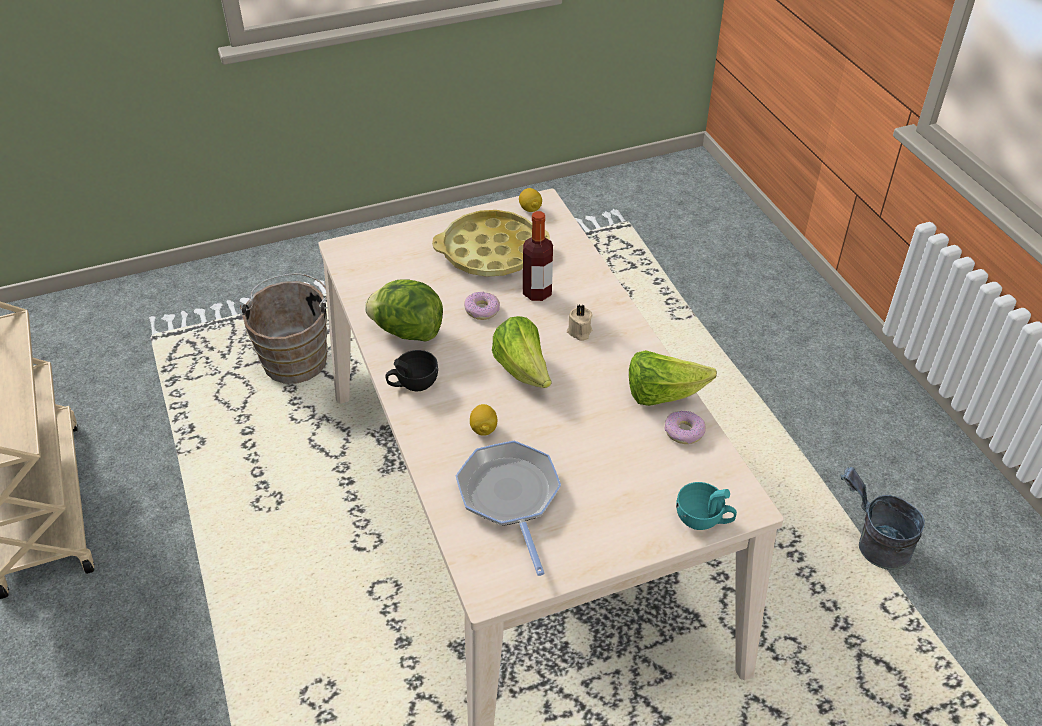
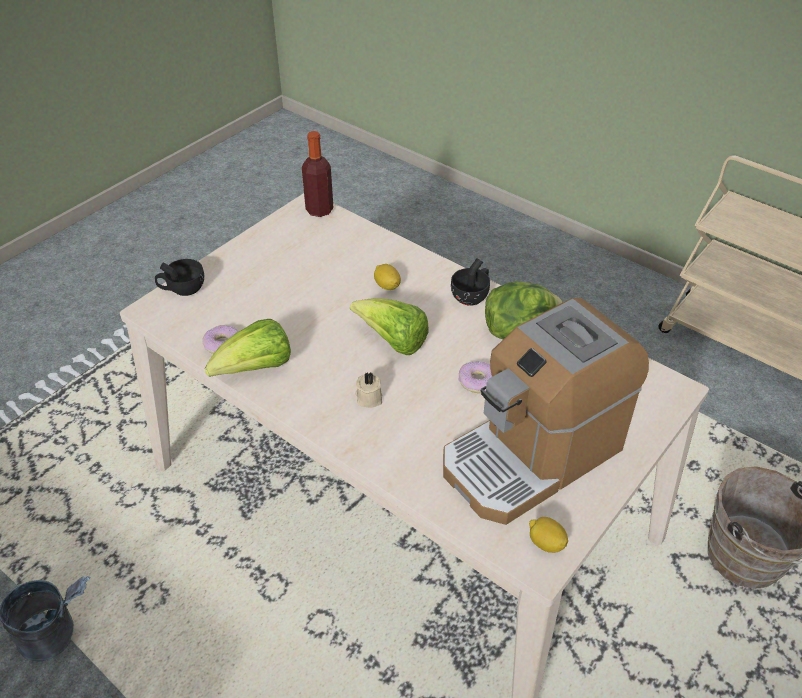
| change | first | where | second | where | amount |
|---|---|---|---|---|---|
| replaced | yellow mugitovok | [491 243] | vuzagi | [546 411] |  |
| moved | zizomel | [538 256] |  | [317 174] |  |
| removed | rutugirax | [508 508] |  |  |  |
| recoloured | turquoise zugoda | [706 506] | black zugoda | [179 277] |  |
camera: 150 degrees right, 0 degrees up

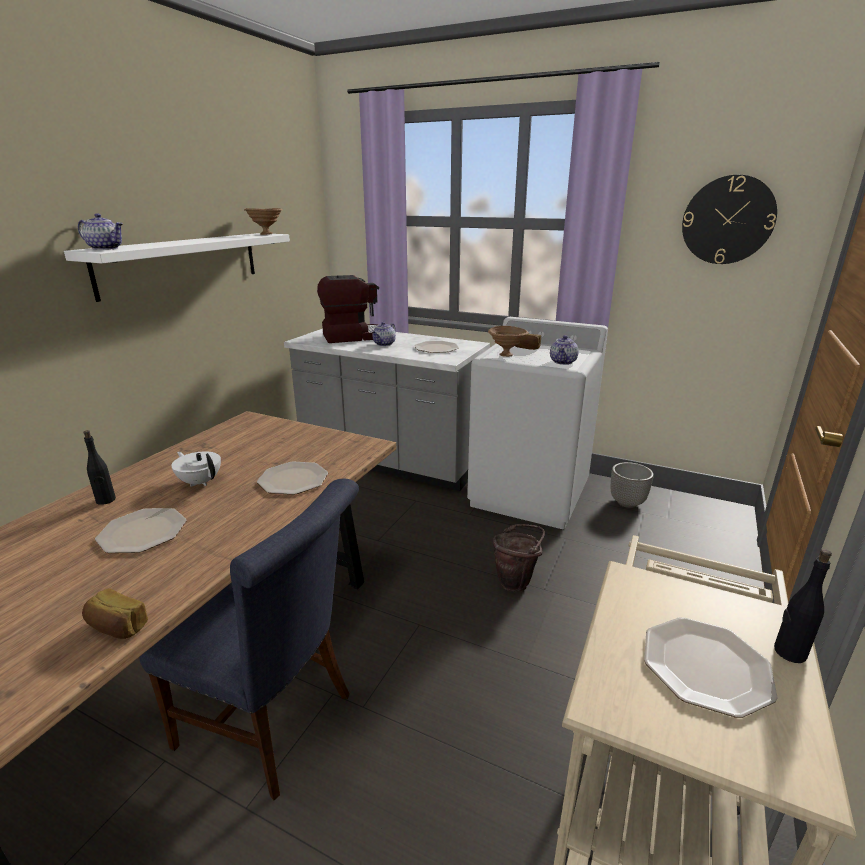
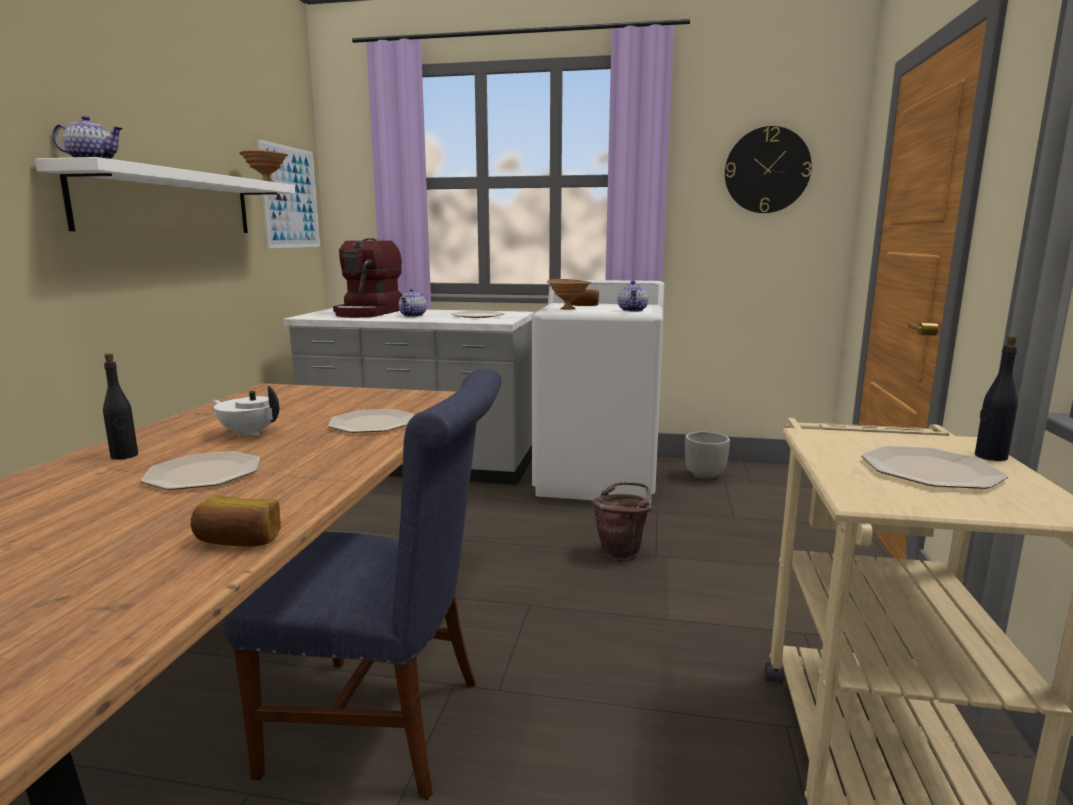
| change | first | where | second | where | amount |
|---|---|---|---|---|---|
| turned | vuzagi | [348 309] |  | [368 278] | 135 degrees clockwise |
| added |  |  | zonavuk | [288 193] |  |
camera: 15 degrees left, 10 degrees down

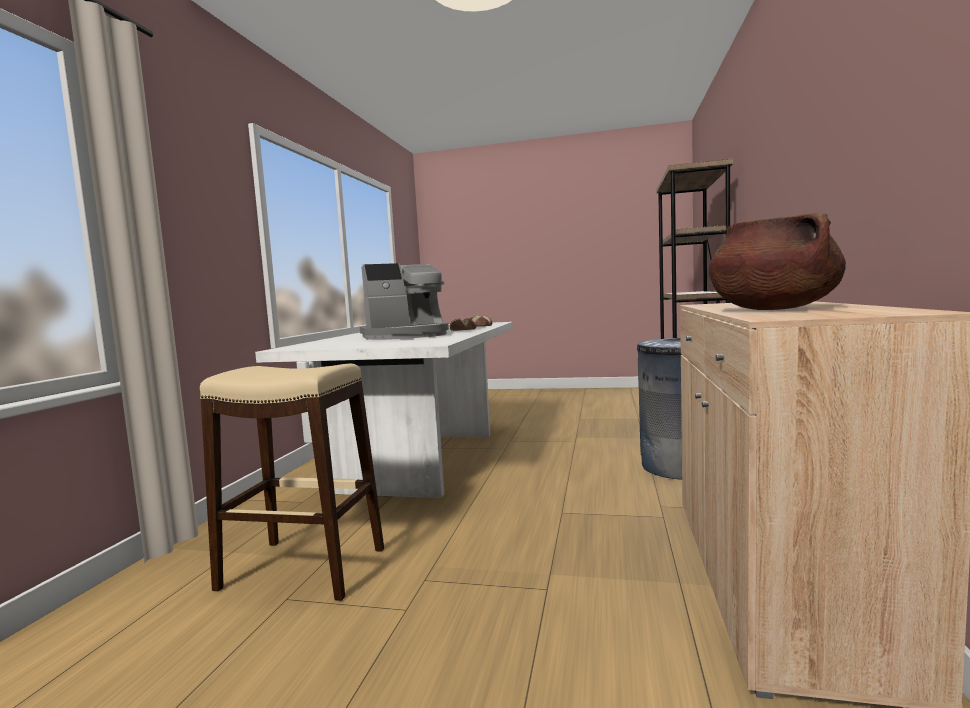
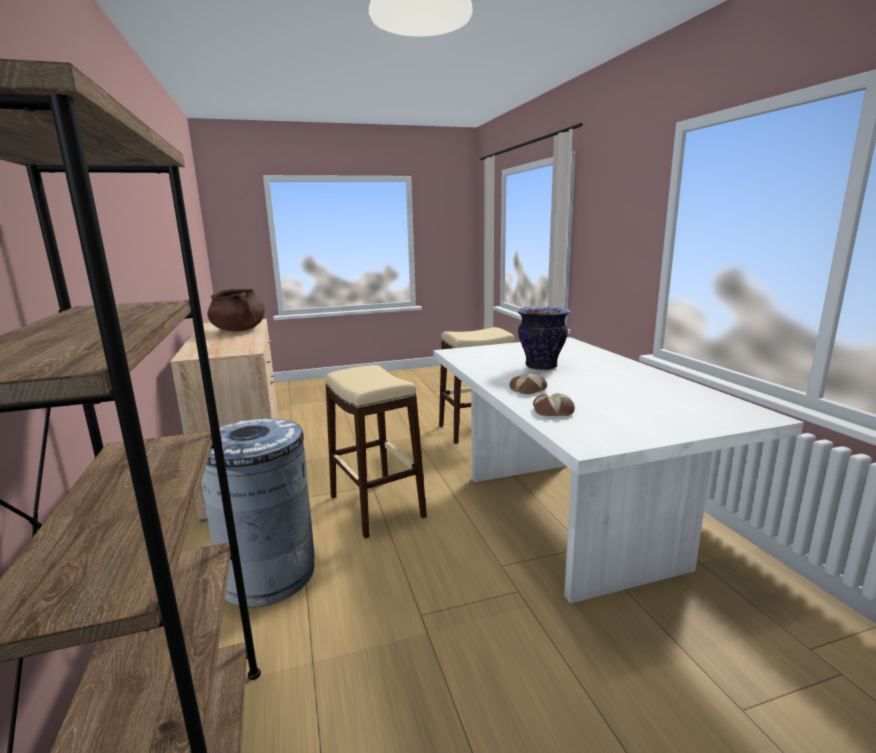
| change | first | where | second | where | amount |
|---|---|---|---|---|---|
| replaced | vuzagi | [404 301] | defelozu | [544 338] |  |
| added |  |  | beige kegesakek | [376 451] |  |
camera: 150 degrees right, 10 degrees up

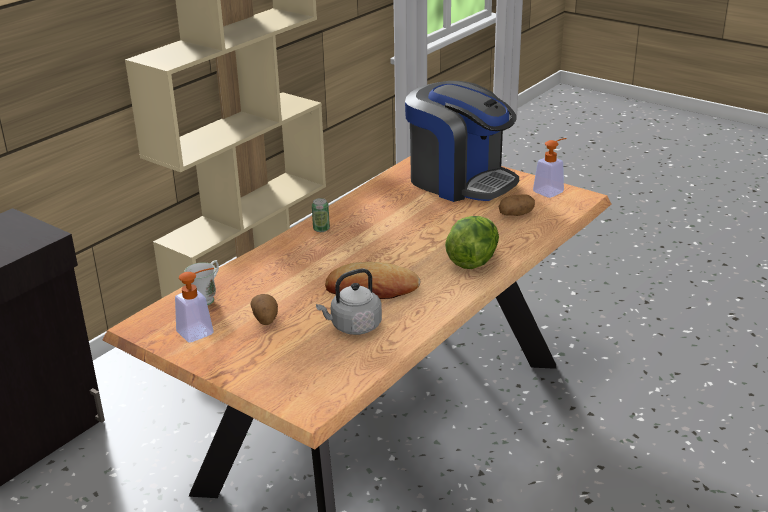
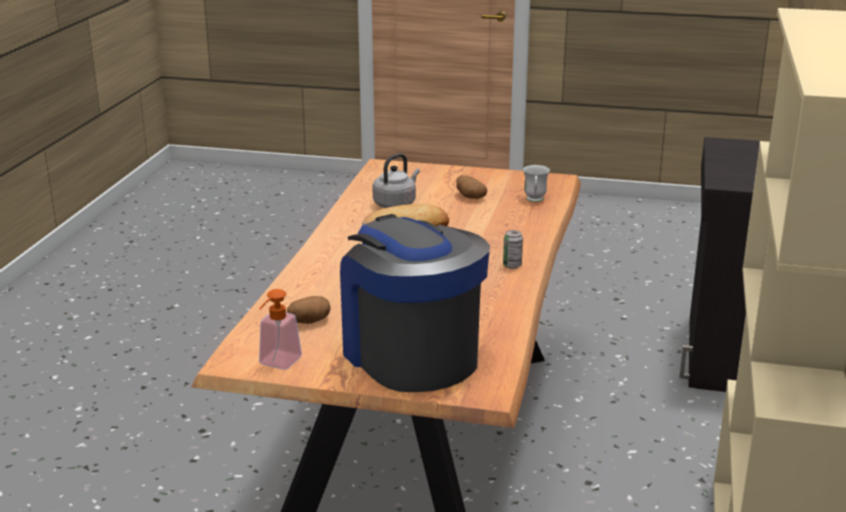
| change | first | where | second | where | amount |
|---|---|---|---|---|---|
| turned | vuzagi | [462 141] |  | [415 303] | 45 degrees clockwise |
| removed | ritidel | [472 242] |  |  |  |
| removed | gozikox | [194 305] |  |  |  |
camera: 155 degrees right, 5 degrees down

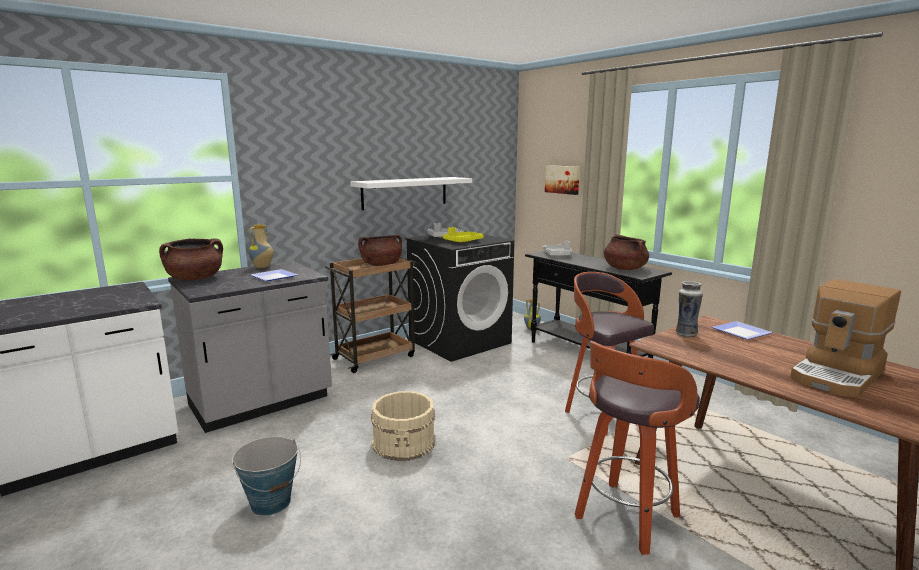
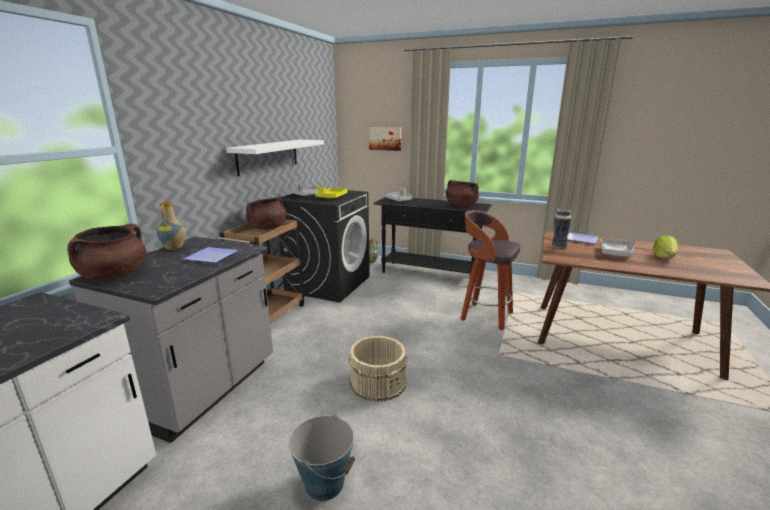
| change | first | where | second | where | amount |
|---|---|---|---|---|---|
| replaced | vuzagi | [845 338] | ritidel | [665 247] |  |
| removed | kegesakek | [637 448] |  |  |  |
| added |  |  | grey mugitovok | [617 247] |  |
camera: 30 degrees left, 5 degrees up

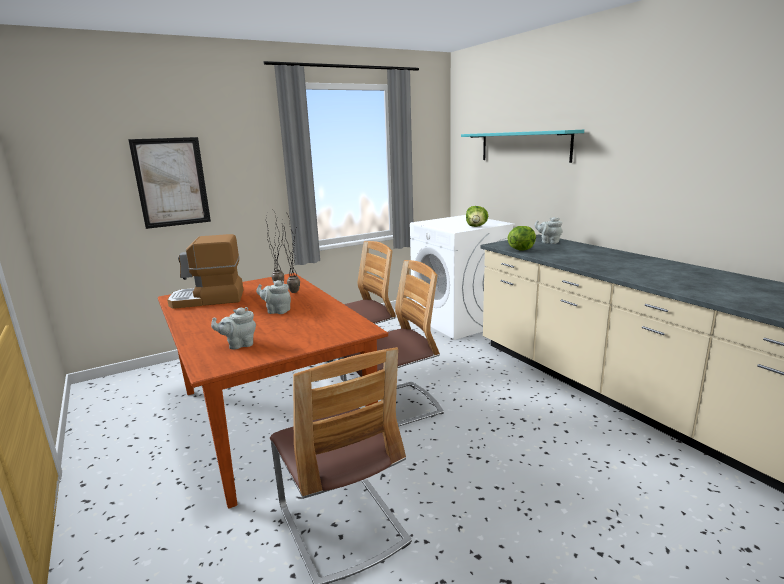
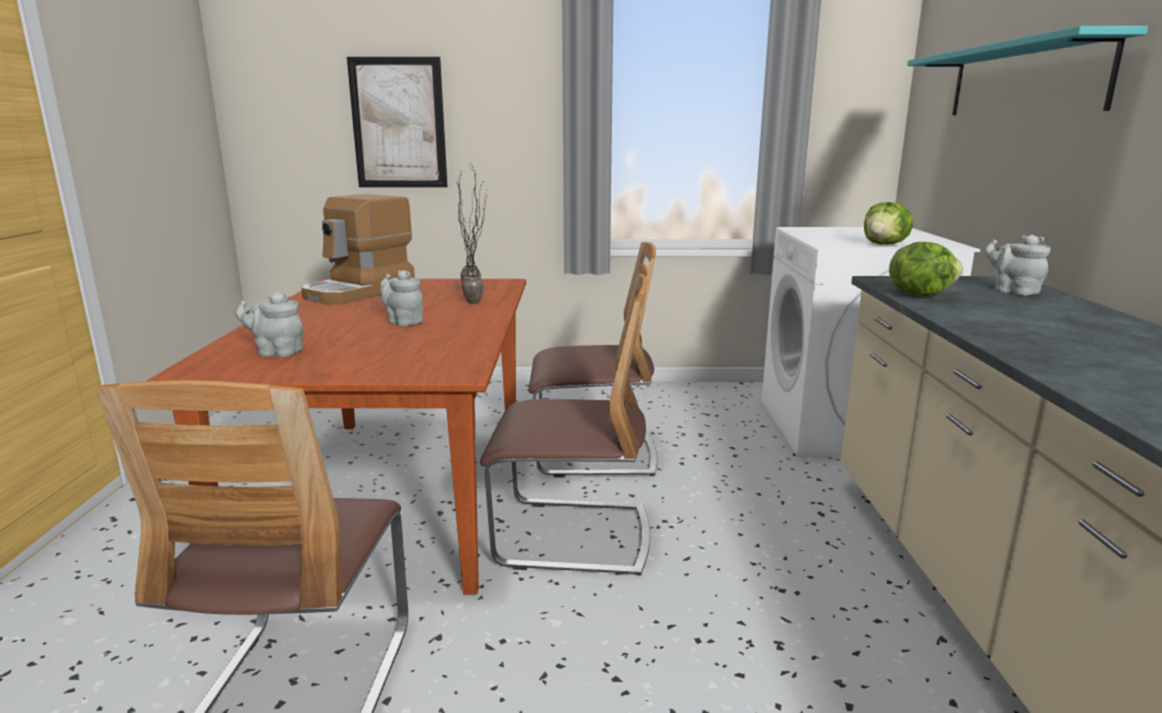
| change | first | where | second | where | amount |
|---|---|---|---|---|---|
| turned | vuzagi | [205 271] |  | [358 249] | 75 degrees counterclockwise |
camera: 30 degrees right, 0 degrees up

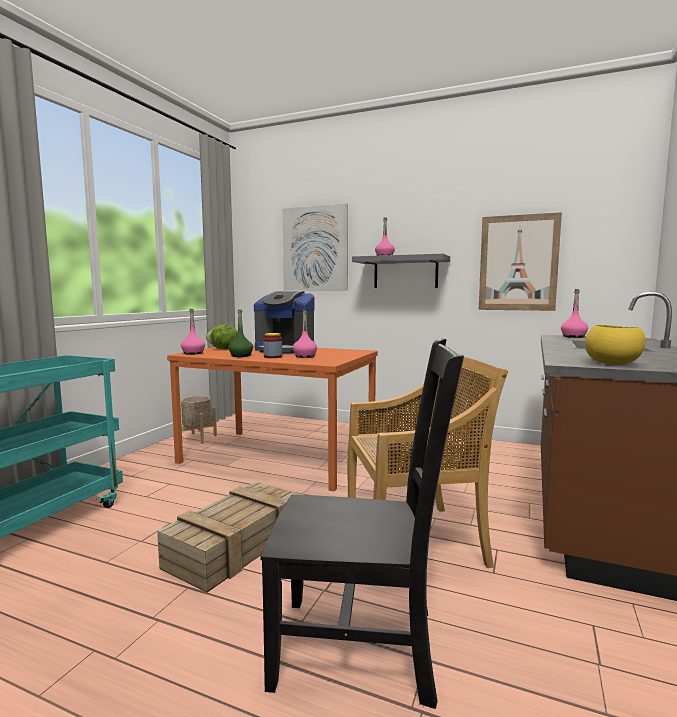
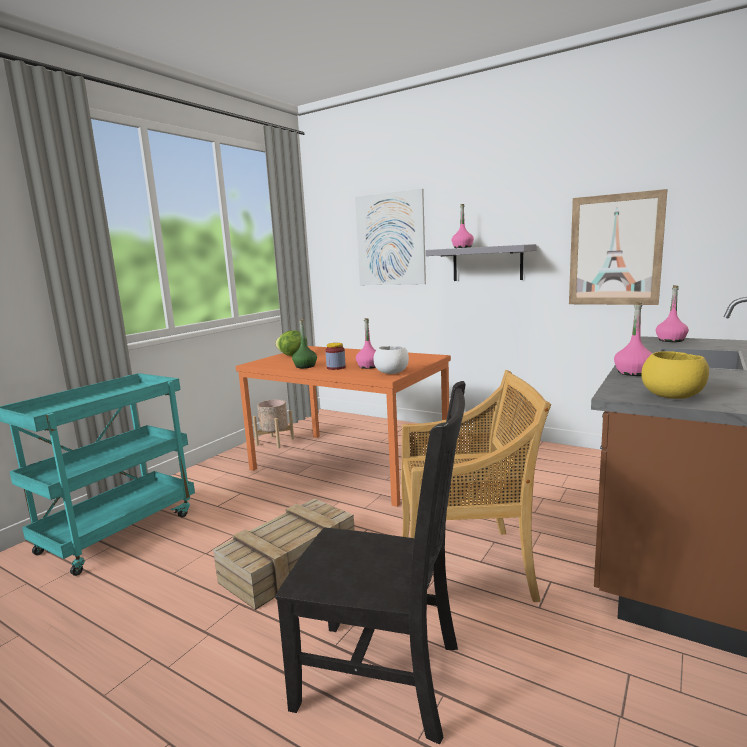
| change | first | where | second | where | amount |
|---|---|---|---|---|---|
| removed | vuzagi | [284 322] |  |  |  |
| moved | pink zizomel | [193 332] |  | [633 339] |  |
| added |  |  | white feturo | [391 360] |  |
camera: 10 degrees right, 5 degrees up

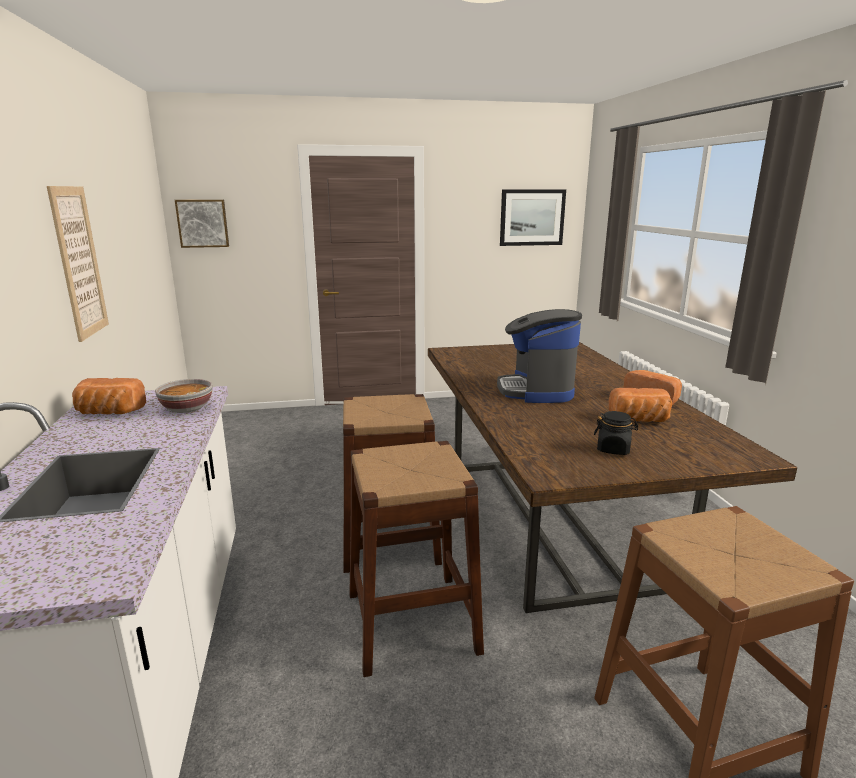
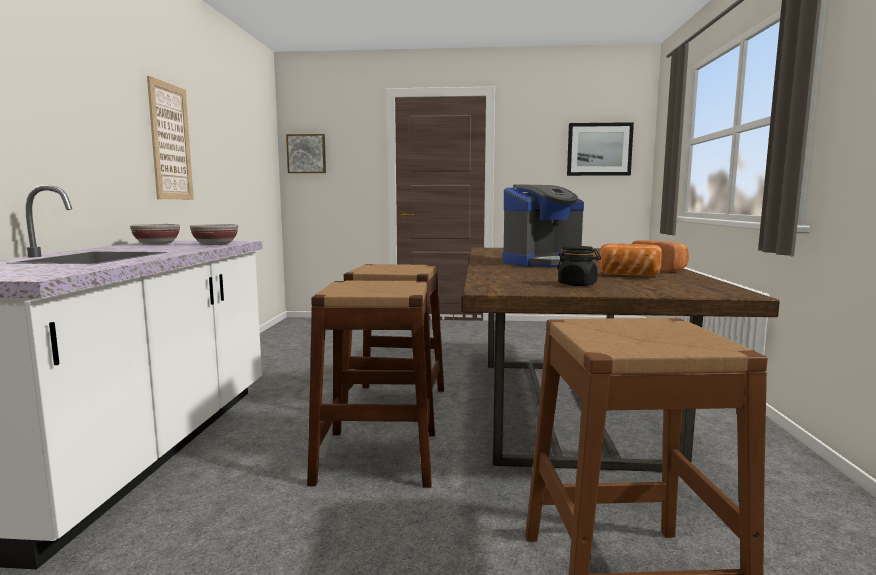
| change | first | where | second | where | amount |
|---|---|---|---|---|---|
| turned | vuzagi | [539 356] |  | [543 225] | 135 degrees counterclockwise |
| replaced | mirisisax | [109 396] | feturo | [155 234] |  |
camera: 15 degrees right, 10 degrees down

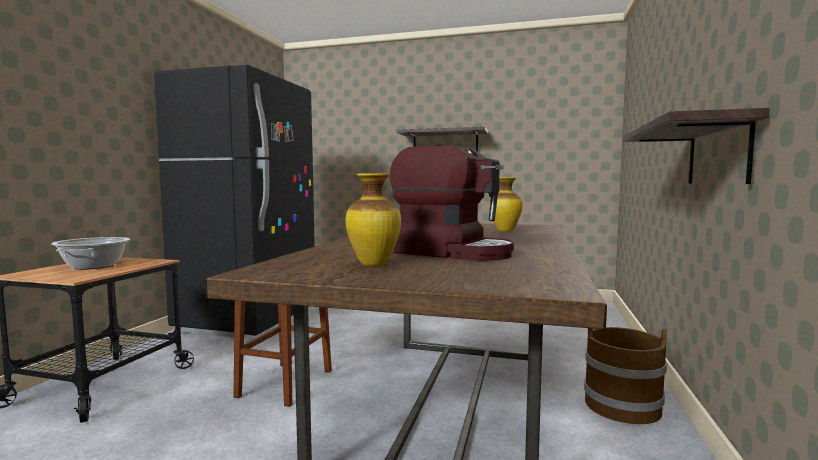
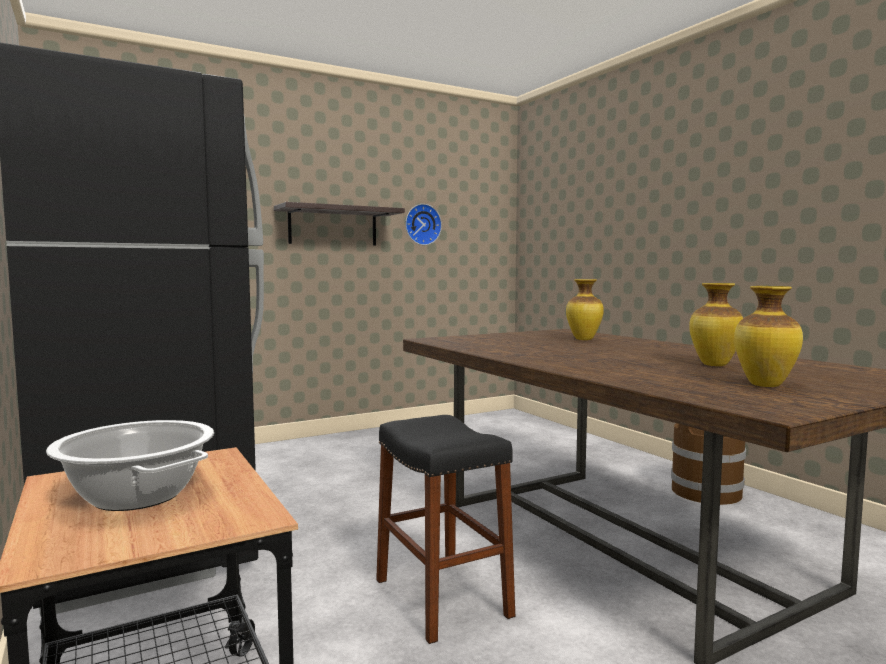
| change | first | where | second | where | amount |
|---|---|---|---|---|---|
| removed | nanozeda | [696 146] |  |  |  |
| replaced | vuzagi | [452 203] | defelozu | [716 324] |  |
| added |  |  | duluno | [423 224] |  |
camera: 45 degrees left, 0 degrees up

